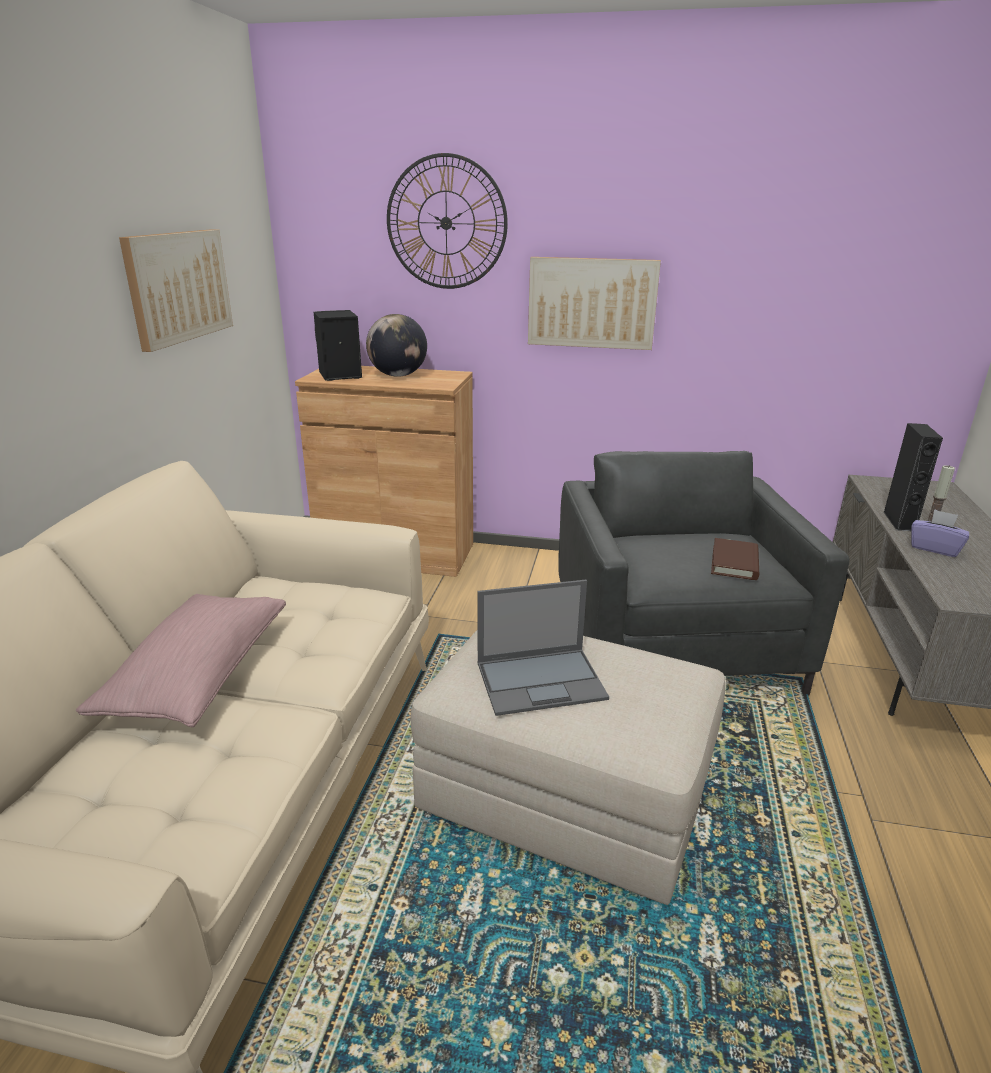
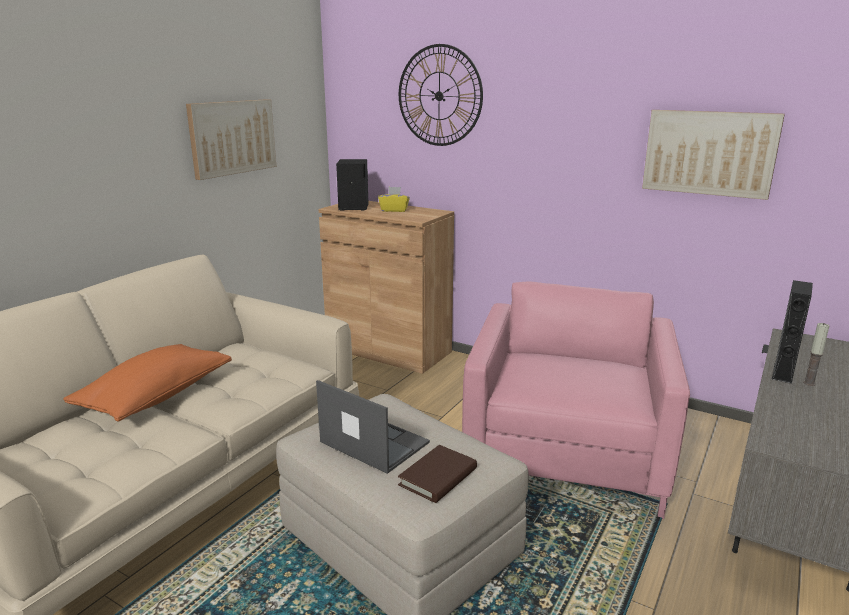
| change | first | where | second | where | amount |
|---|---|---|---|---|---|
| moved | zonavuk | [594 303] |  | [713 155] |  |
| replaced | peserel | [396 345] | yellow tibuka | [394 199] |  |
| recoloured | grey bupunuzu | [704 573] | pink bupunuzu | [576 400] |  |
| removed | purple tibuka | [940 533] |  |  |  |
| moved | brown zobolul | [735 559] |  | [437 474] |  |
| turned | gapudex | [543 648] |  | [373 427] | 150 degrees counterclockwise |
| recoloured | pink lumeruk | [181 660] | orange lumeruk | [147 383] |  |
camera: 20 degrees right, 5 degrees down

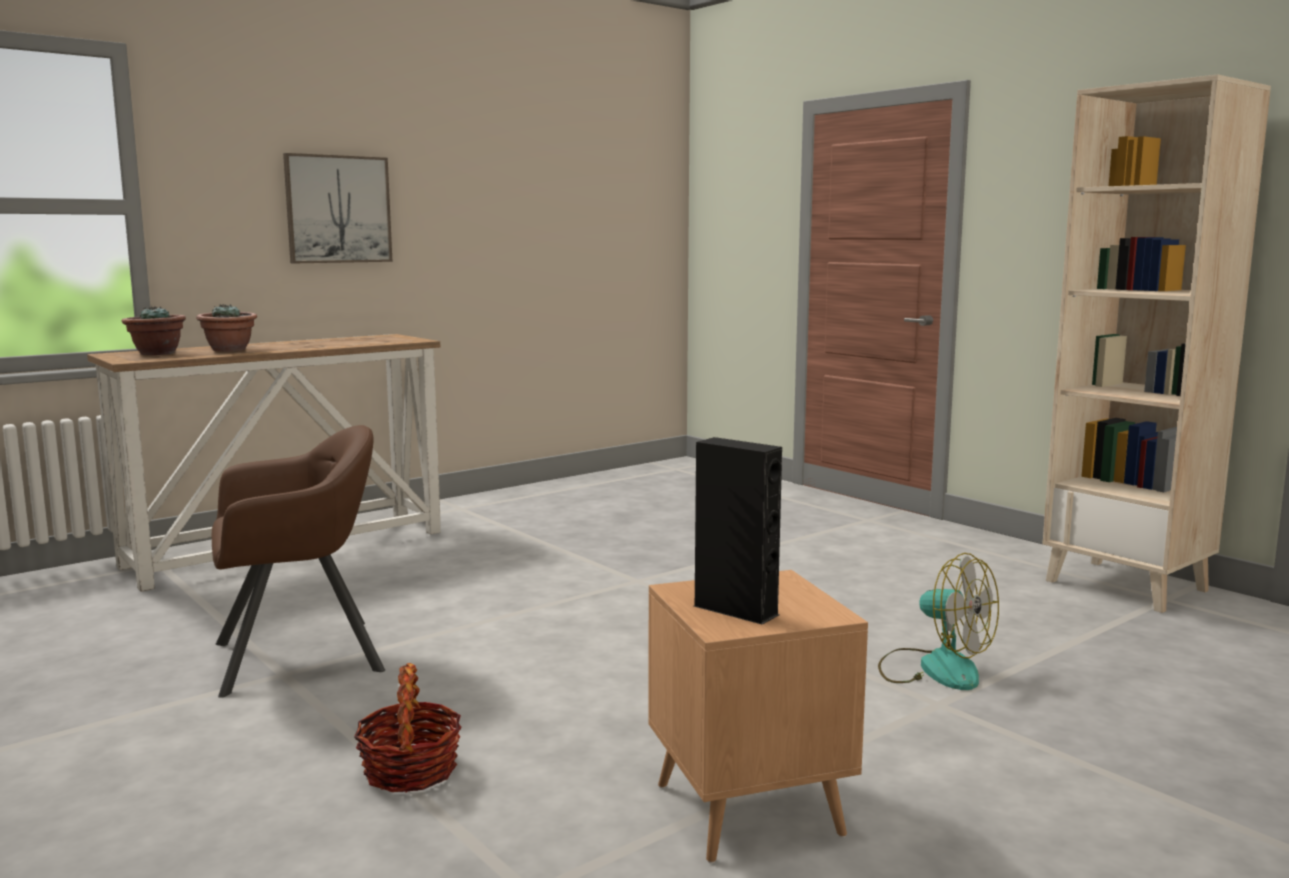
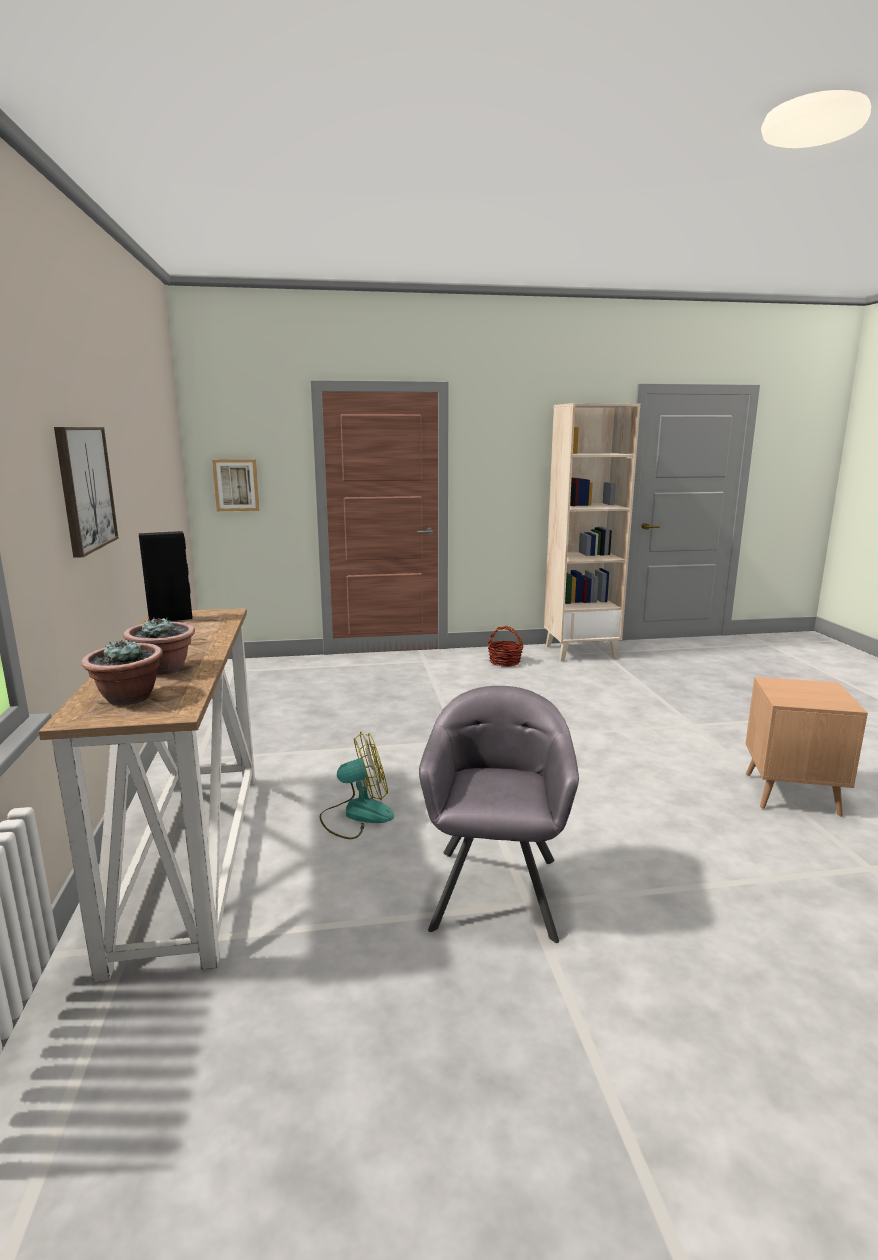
| change | first | where | second | where | amount |
|---|---|---|---|---|---|
| recoloured | brown bupunuzu | [298 561] | grey bupunuzu | [499 814] |  |
| moved | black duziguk | [738 531] |  | [166 576] |  |
| moved | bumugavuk | [938 621] |  | [356 785] |  |
| moved | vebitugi | [408 728] |  | [505 646] |  |
| added |  |  | zonavuk | [235 485] |  |
camera: 60 degrees left, 5 degrees up

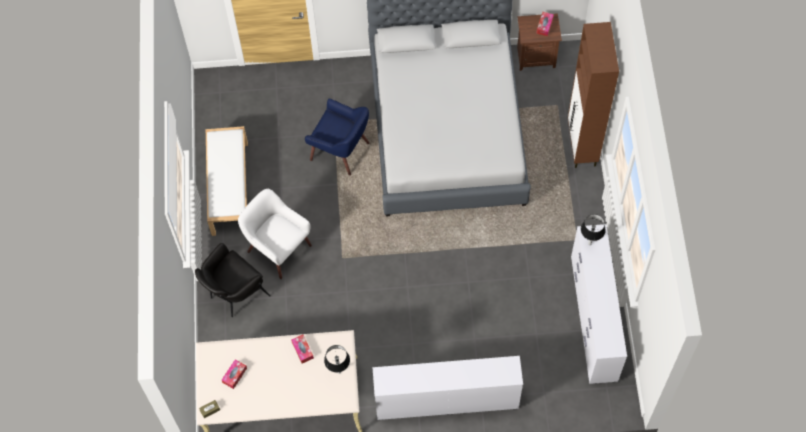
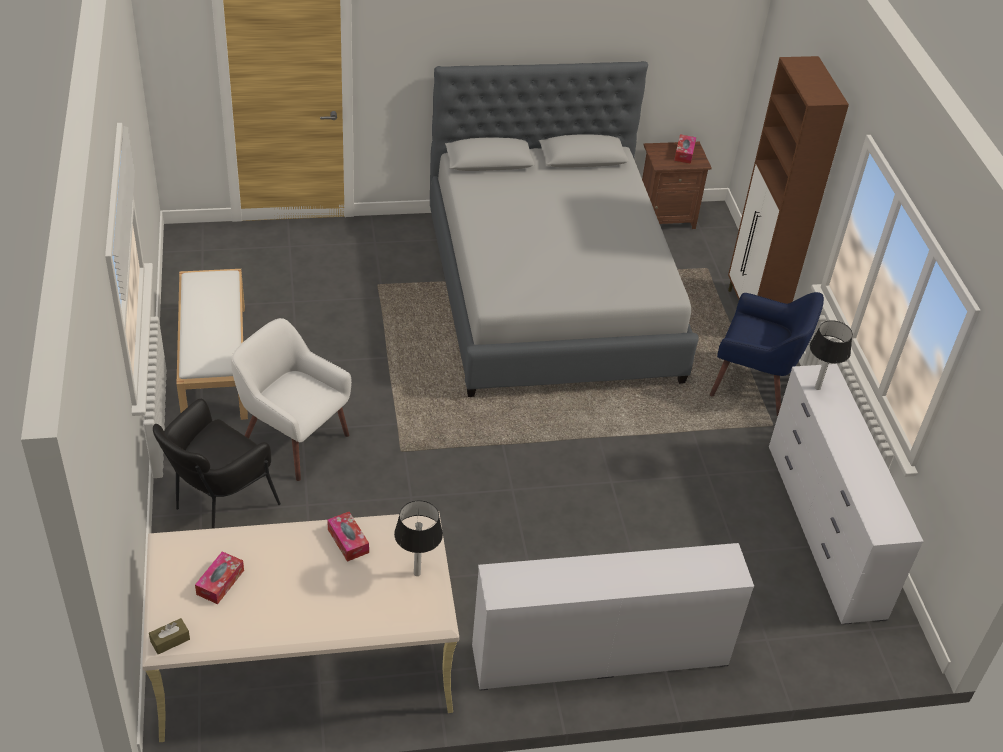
| change | first | where | second | where | amount |
|---|---|---|---|---|---|
| moved | blue bupunuzu | [337 137] |  | [767 354] |  |
camera: 10 degrees left, 20 degrees down

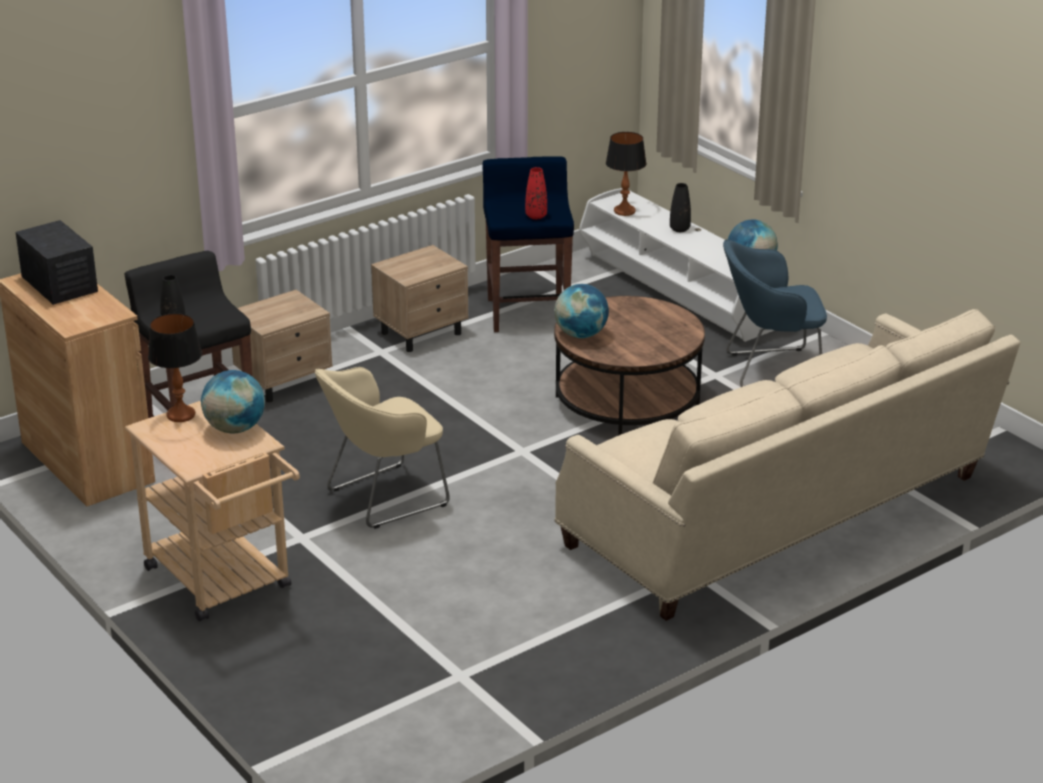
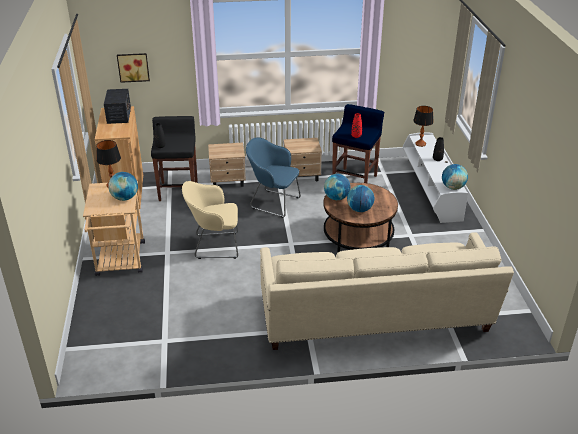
| change | first | where | second | where | amount |
|---|---|---|---|---|---|
| moved | blue bupunuzu | [775 313] |  | [273 177] |  |
| added |  |  | zonavuk | [133 68] |  |
| added |  |  | peserel | [361 198] |  |
camera: 30 degrees right, 5 degrees up

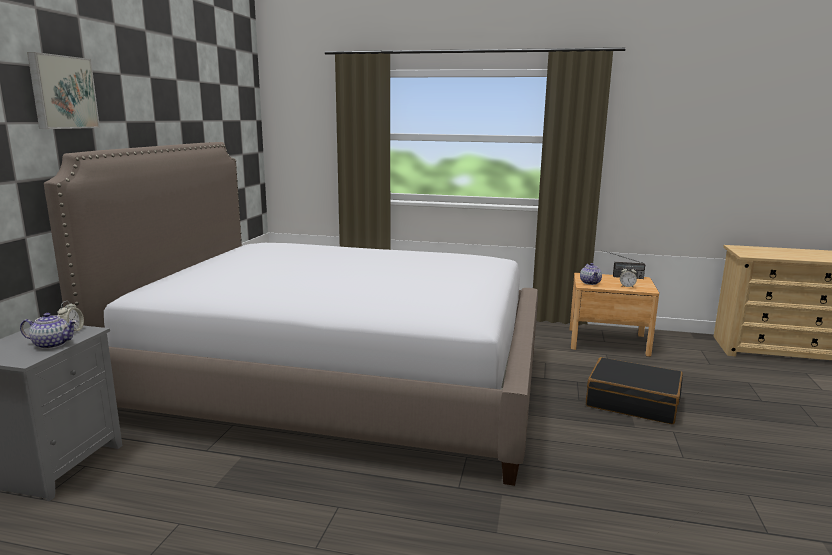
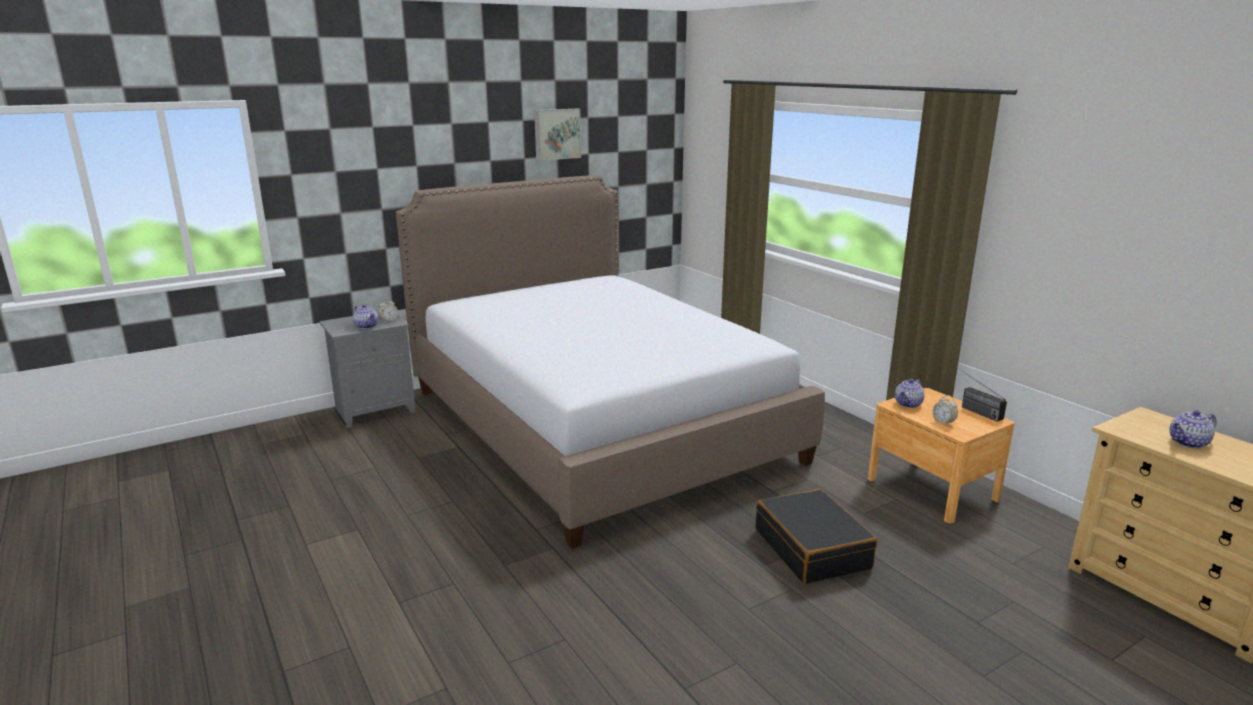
| change | first | where | second | where | amount |
|---|---|---|---|---|---|
| moved | zonavuk | [63 90] |  | [557 135] |  |
| added |  |  | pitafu | [1193 429] |  |
camera: 45 degrees right, 5 degrees up

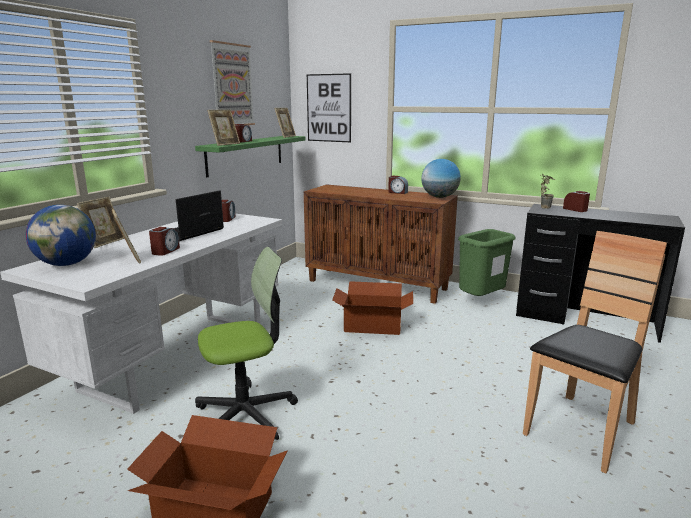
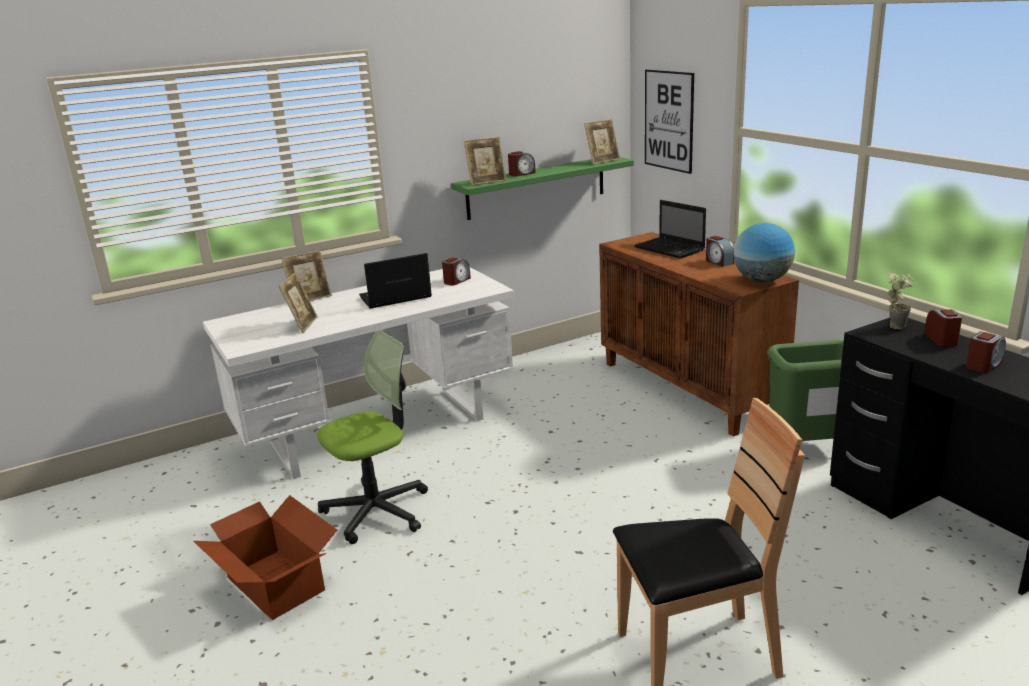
| change | first | where | second | where | amount |
|---|---|---|---|---|---|
| removed | zonavuk | [232 82] |  |  |  |
| removed | peserel | [61 235] |  |  |  |
| moved | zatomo | [164 241] |  | [986 352] |  |
| turned | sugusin | [246 343] |  | [372 437] | 45 degrees counterclockwise |
| removed | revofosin | [372 308] |  |  |  |
| added |  |  | gapudex | [670 229] |  |
camera: 35 degrees right, 5 degrees up

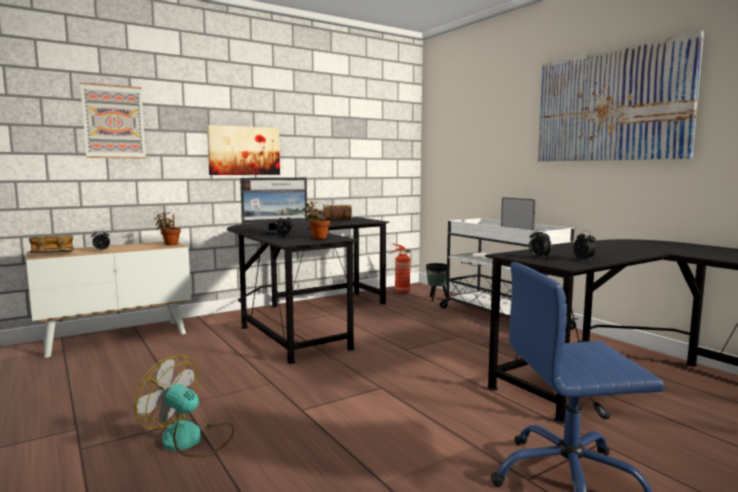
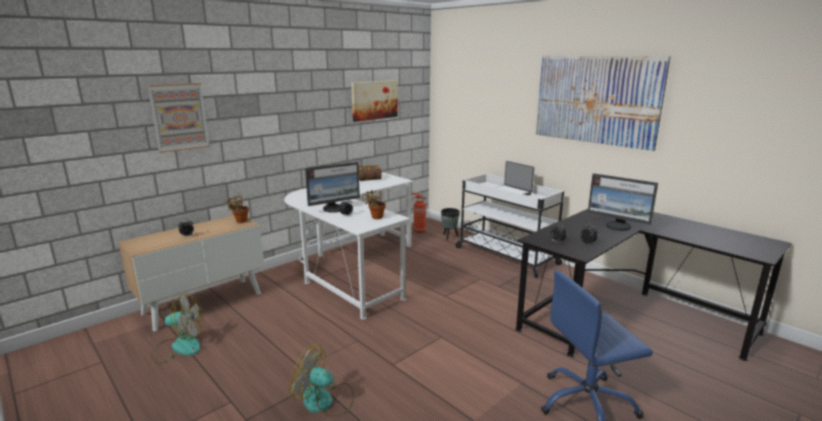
| change | first | where | second | where | amount |
|---|---|---|---|---|---|
| moved | zonavuk | [243 150] |  | [374 101] |  |
| recoloured | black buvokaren | [308 290] | white buvokaren | [349 246] |  |
| removed | zobolul | [51 244] |  |  |  |
| added |  |  | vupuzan | [623 202] |  |
| added |  |  | bumugavuk | [177 329] |  |
camera: 10 degrees left, 10 degrees up

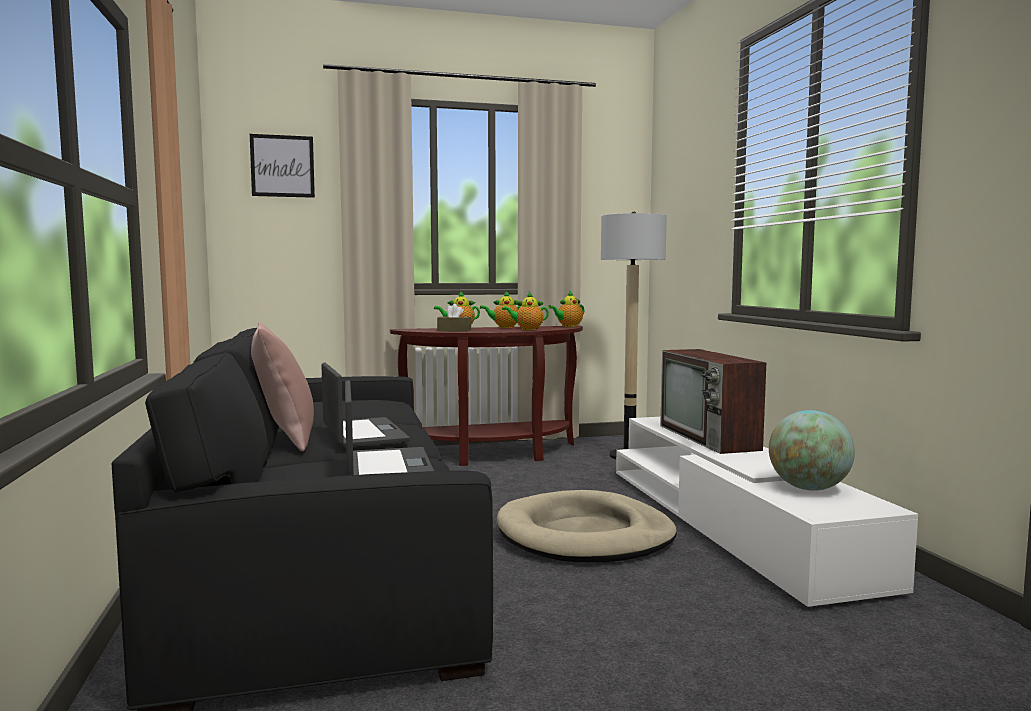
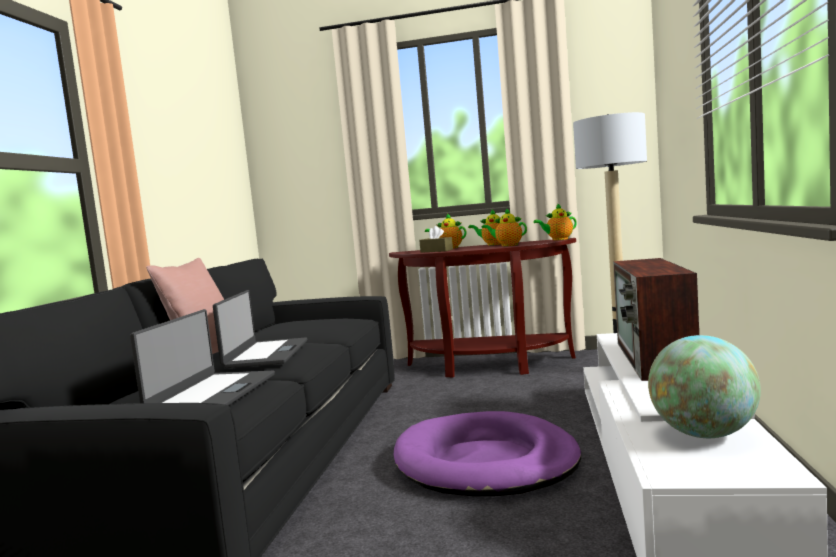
| change | first | where | second | where | amount |
|---|---|---|---|---|---|
| removed | zonavuk | [282 166] |  |  |  |
| recoloured | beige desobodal | [587 526] | purple desobodal | [487 454] |  |
camera: 25 degrees right, 0 degrees up

